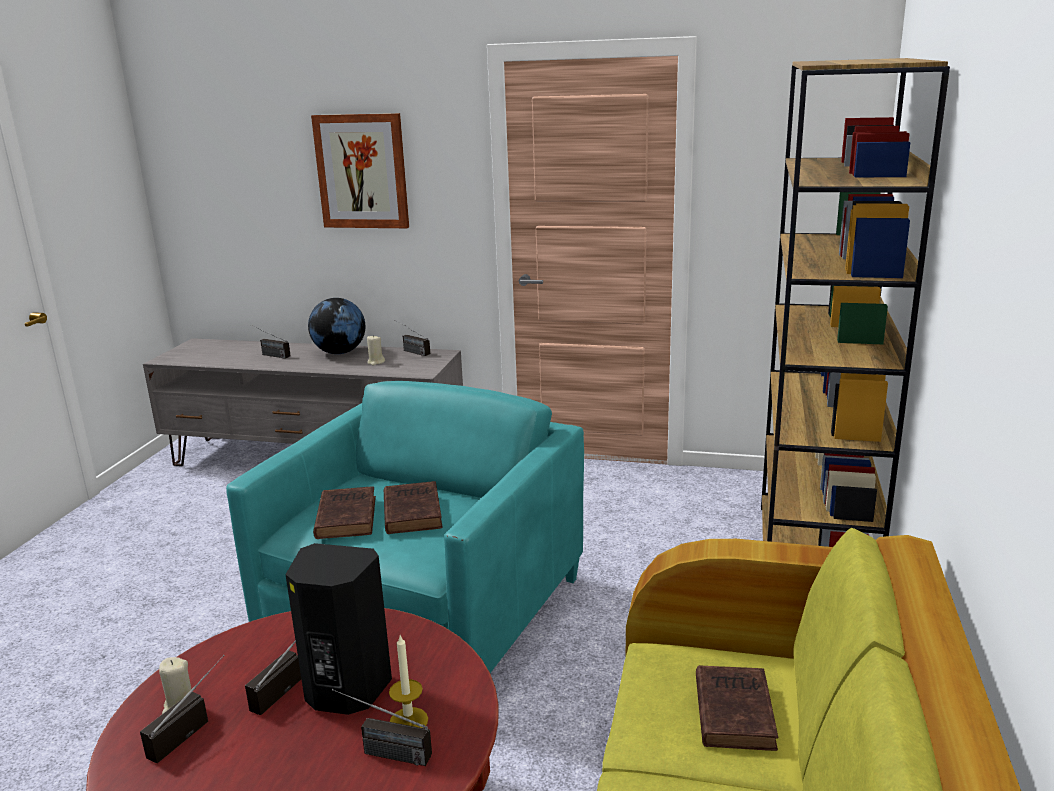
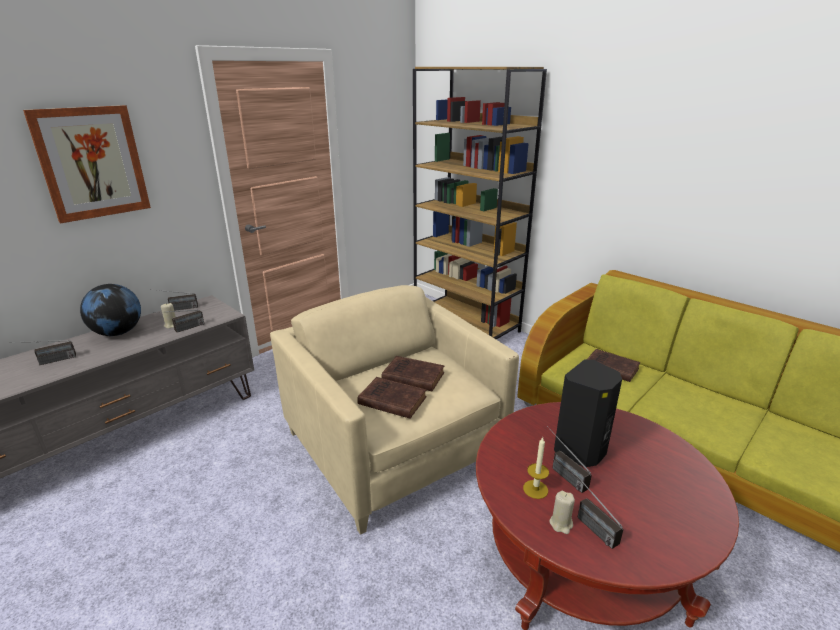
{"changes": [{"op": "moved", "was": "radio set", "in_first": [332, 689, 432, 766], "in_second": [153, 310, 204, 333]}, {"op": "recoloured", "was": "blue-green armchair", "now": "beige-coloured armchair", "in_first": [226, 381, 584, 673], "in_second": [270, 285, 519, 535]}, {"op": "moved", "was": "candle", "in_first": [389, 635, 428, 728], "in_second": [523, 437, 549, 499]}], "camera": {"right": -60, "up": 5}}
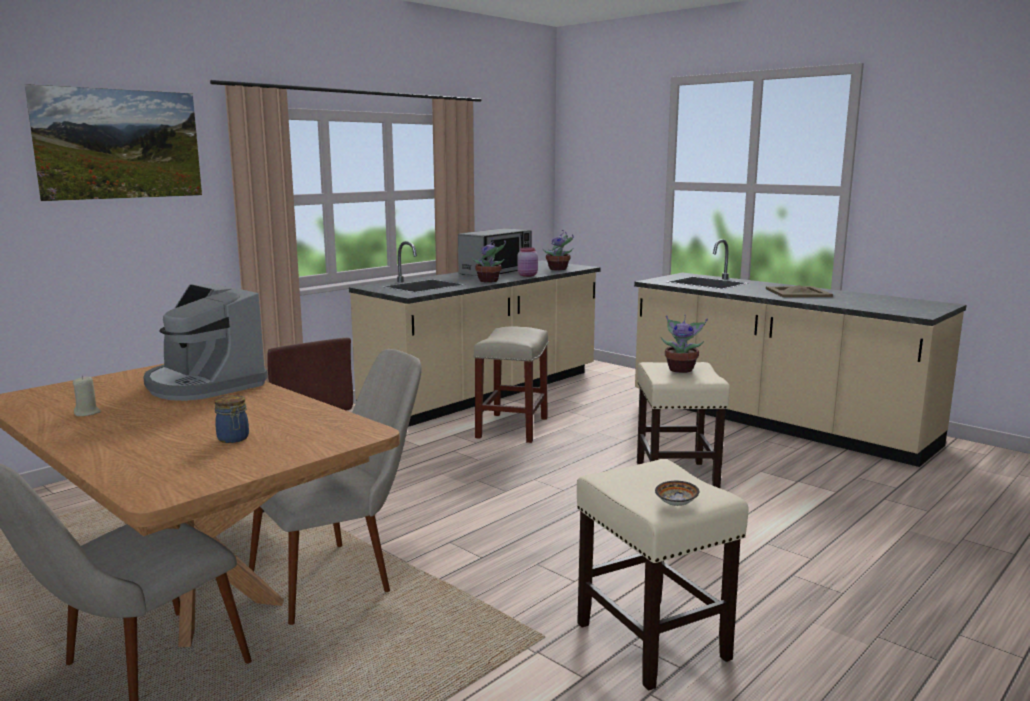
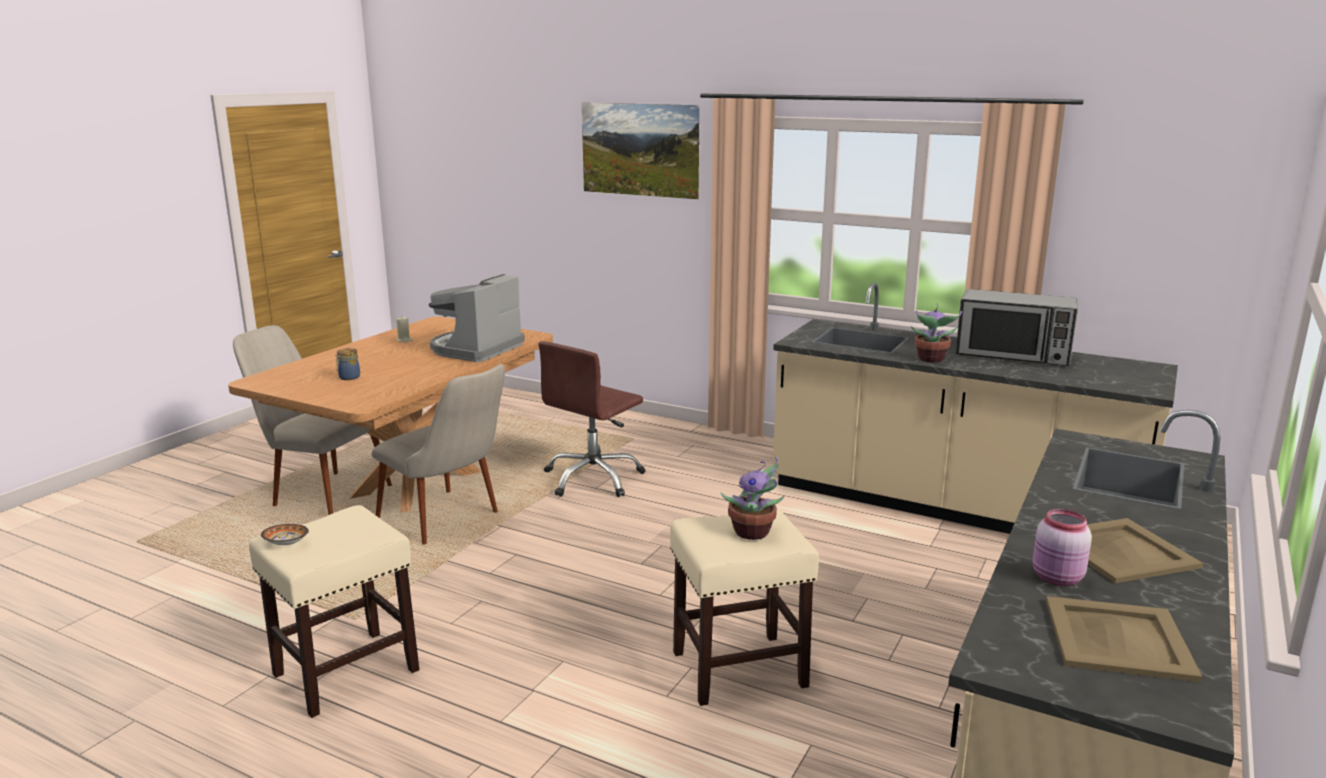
{"changes": [{"op": "moved", "was": "pink storage jar", "in_first": [517, 247, 538, 277], "in_second": [1032, 509, 1092, 586]}, {"op": "added", "now": "beige-coloured serving tray", "in_second": [1046, 596, 1203, 682]}, {"op": "removed", "was": "beige-coloured sitting stool", "in_first": [474, 327, 549, 443]}, {"op": "removed", "was": "houseplant", "in_first": [542, 230, 573, 271]}], "camera": {"right": 75, "up": 5}}
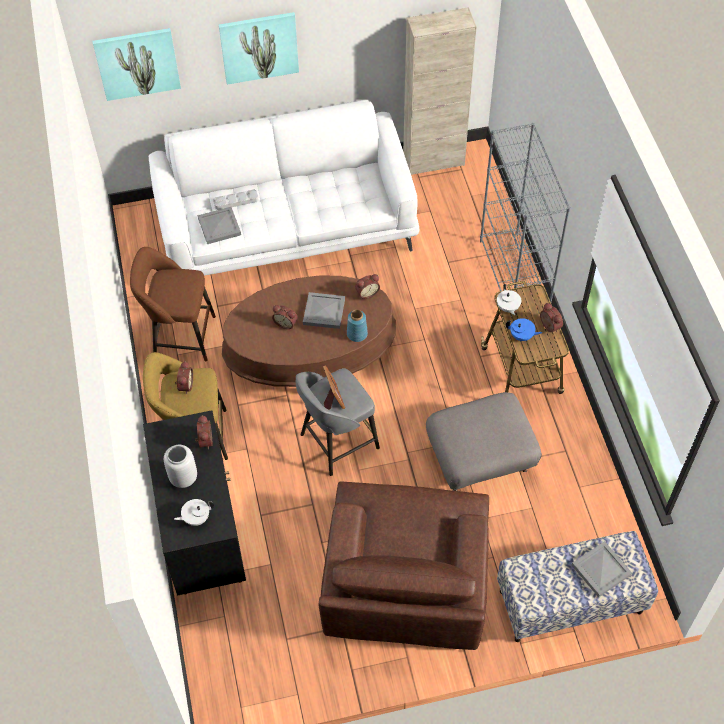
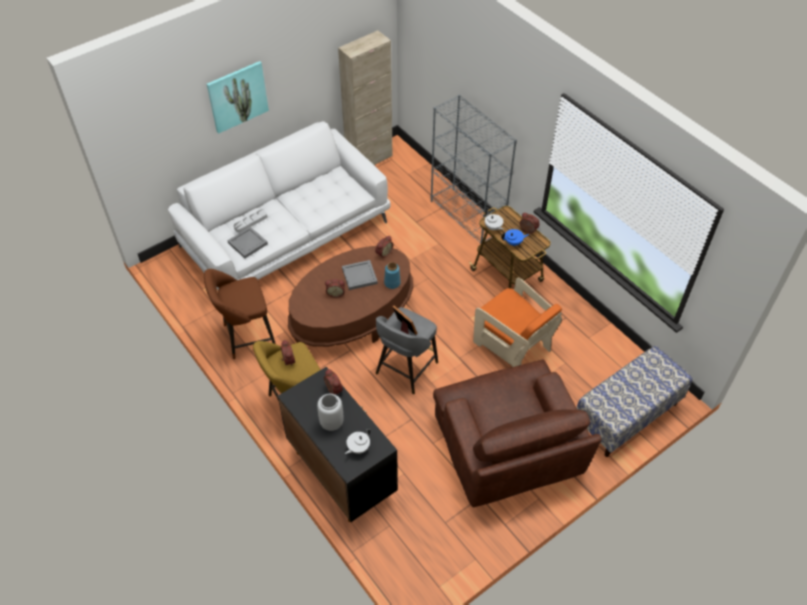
{"changes": [{"op": "replaced", "was": "greyish ottoman", "now": "orange armchair", "in_first": [426, 392, 542, 491], "in_second": [473, 278, 562, 367]}, {"op": "removed", "was": "wall picture", "in_first": [93, 28, 181, 101]}, {"op": "removed", "was": "greyish serving tray", "in_first": [572, 541, 632, 597]}], "camera": {"right": -25, "up": -5}}
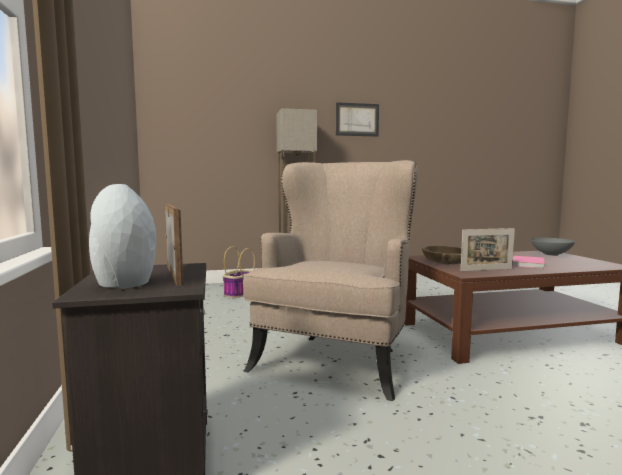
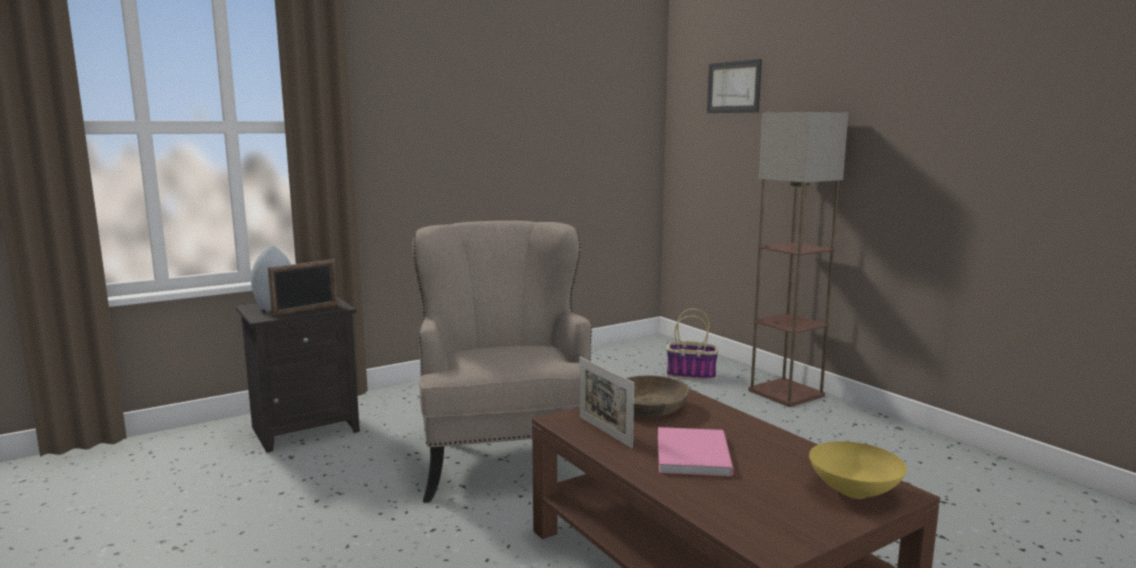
{"changes": [{"op": "turned", "was": "beige-coloured armchair", "in_first": [243, 160, 418, 401], "in_second": [412, 221, 592, 503], "clockwise": -105}, {"op": "moved", "was": "wall picture", "in_first": [336, 102, 379, 137], "in_second": [707, 59, 762, 113]}, {"op": "recoloured", "was": "greyish serving bowl", "now": "yellow serving bowl", "in_first": [531, 238, 575, 256], "in_second": [809, 441, 907, 499]}], "camera": {"right": 70, "up": 5}}
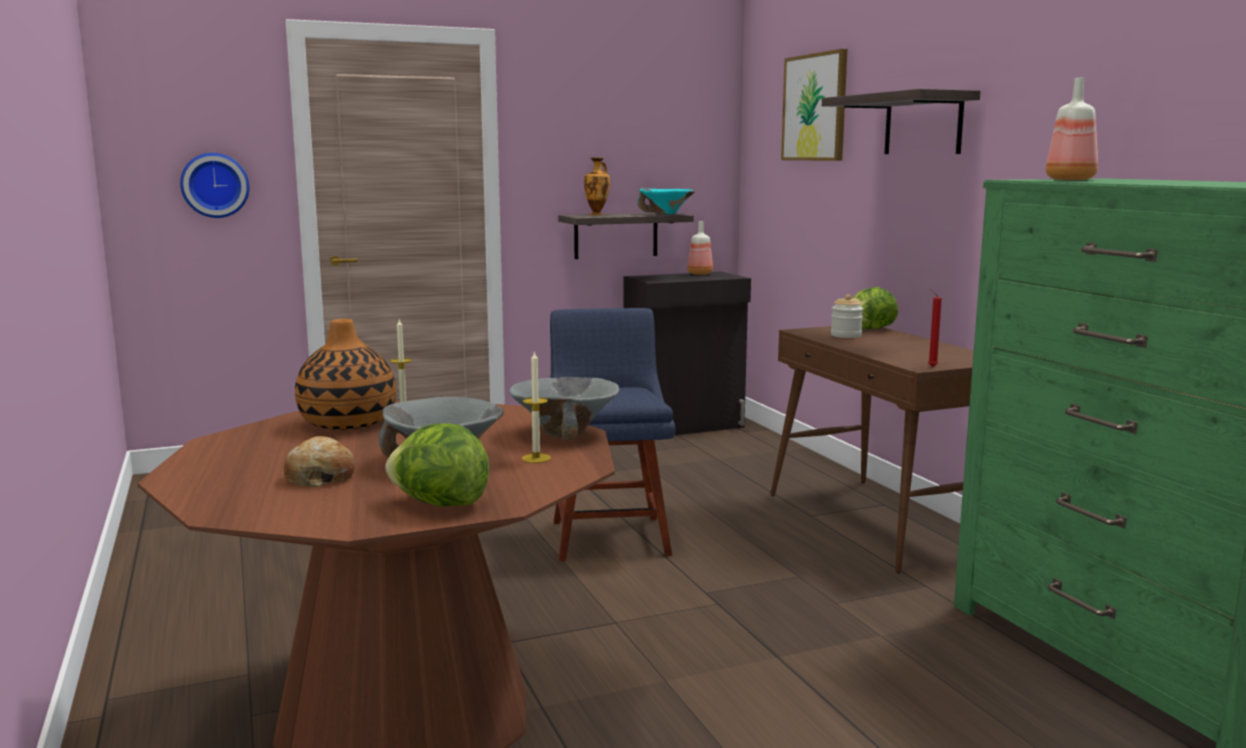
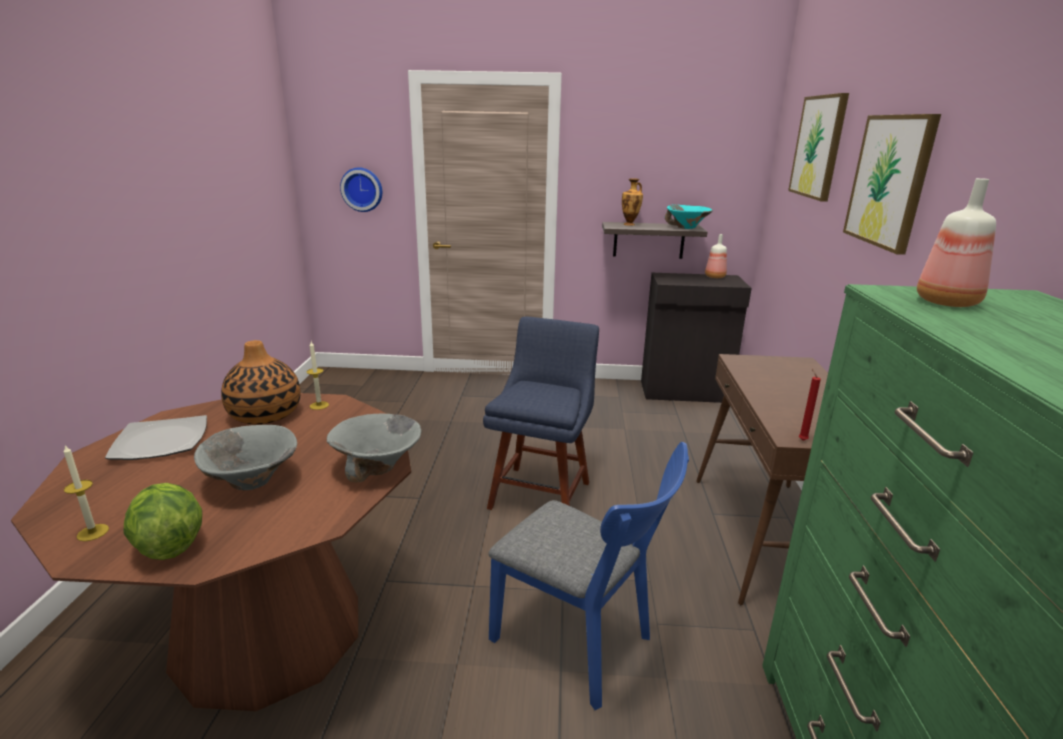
{"changes": [{"op": "moved", "was": "candle", "in_first": [522, 350, 551, 463], "in_second": [63, 445, 109, 541]}, {"op": "added", "now": "flat dish", "in_second": [105, 415, 207, 460]}, {"op": "added", "now": "blue-coloured plain chair", "in_second": [488, 442, 689, 710]}, {"op": "replaced", "was": "bracket shelf", "now": "wall picture", "in_first": [822, 89, 981, 154], "in_second": [843, 114, 941, 255]}, {"op": "removed", "was": "bread", "in_first": [284, 436, 354, 487]}, {"op": "removed", "was": "storage jar", "in_first": [831, 294, 863, 338]}, {"op": "removed", "was": "lettuce head", "in_first": [852, 287, 898, 329]}], "camera": {"right": 25, "up": 10}}
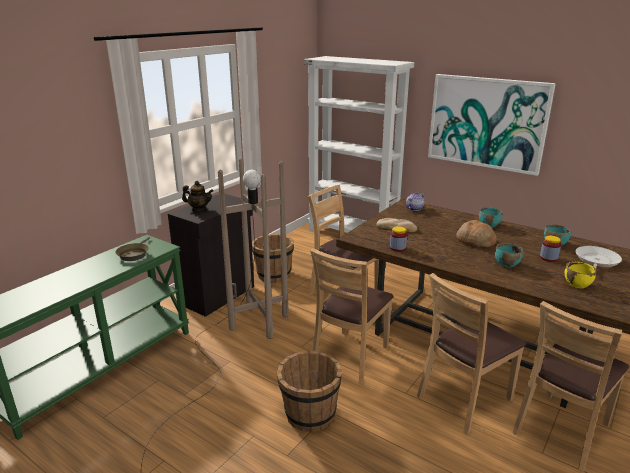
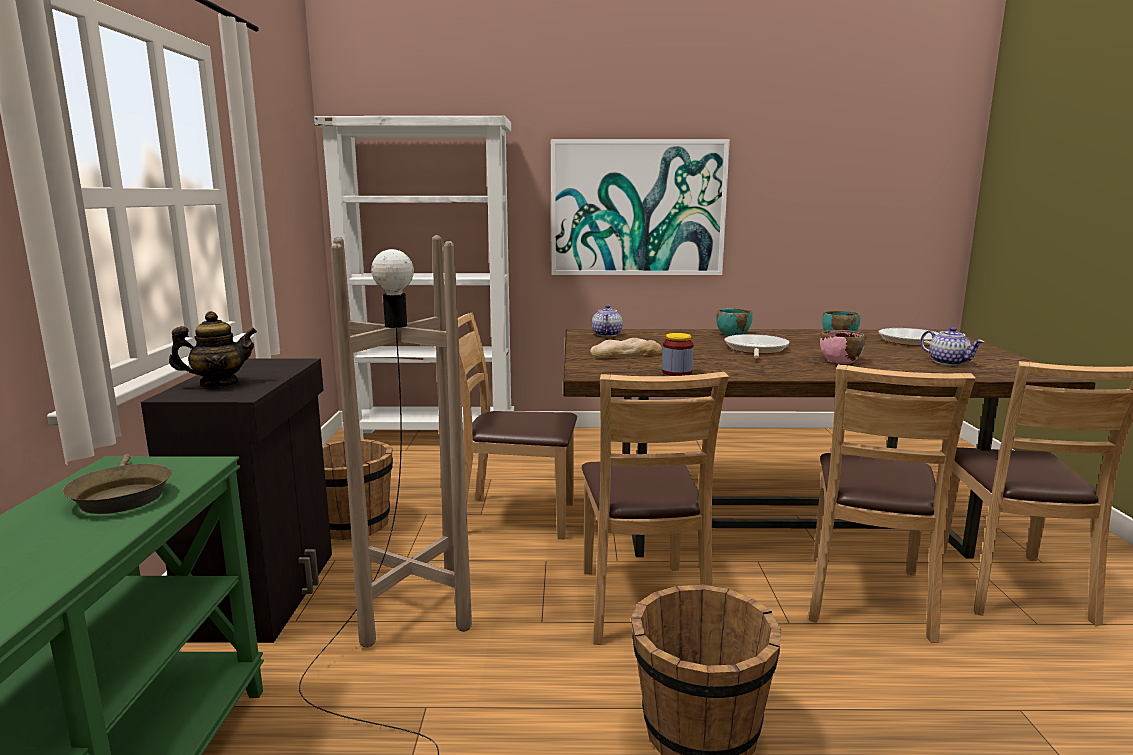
{"changes": [{"op": "replaced", "was": "bread", "now": "pan", "in_first": [456, 220, 497, 248], "in_second": [724, 334, 789, 359]}, {"op": "recoloured", "was": "blue-green serving bowl", "now": "pink serving bowl", "in_first": [495, 243, 523, 267], "in_second": [820, 330, 865, 364]}, {"op": "replaced", "was": "yellow serving bowl", "now": "teapot", "in_first": [565, 261, 597, 288], "in_second": [920, 327, 984, 365]}, {"op": "removed", "was": "storage jar", "in_first": [540, 236, 561, 262]}], "camera": {"right": -35, "up": -10}}
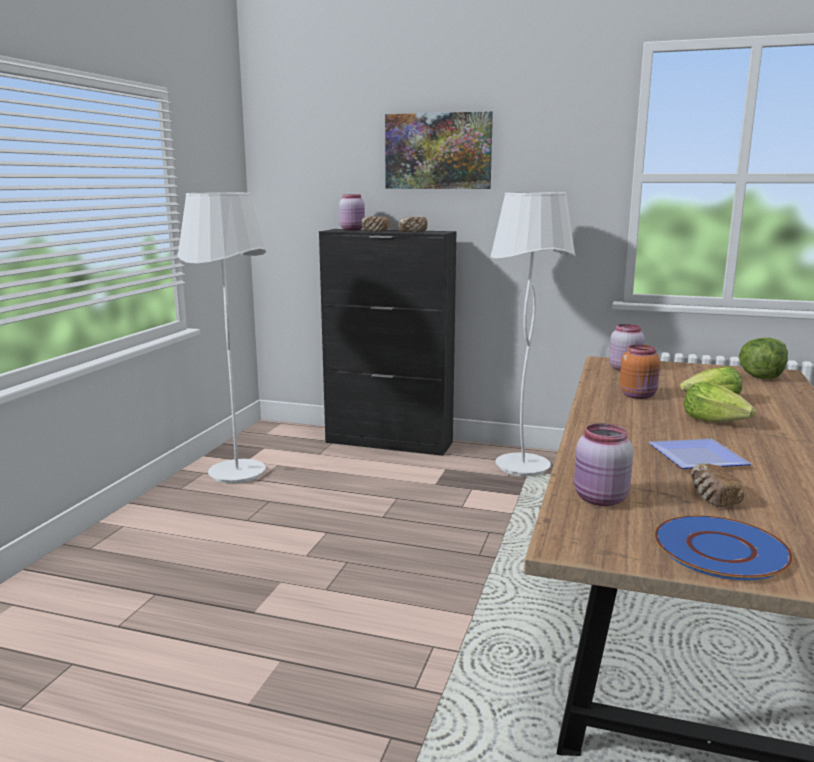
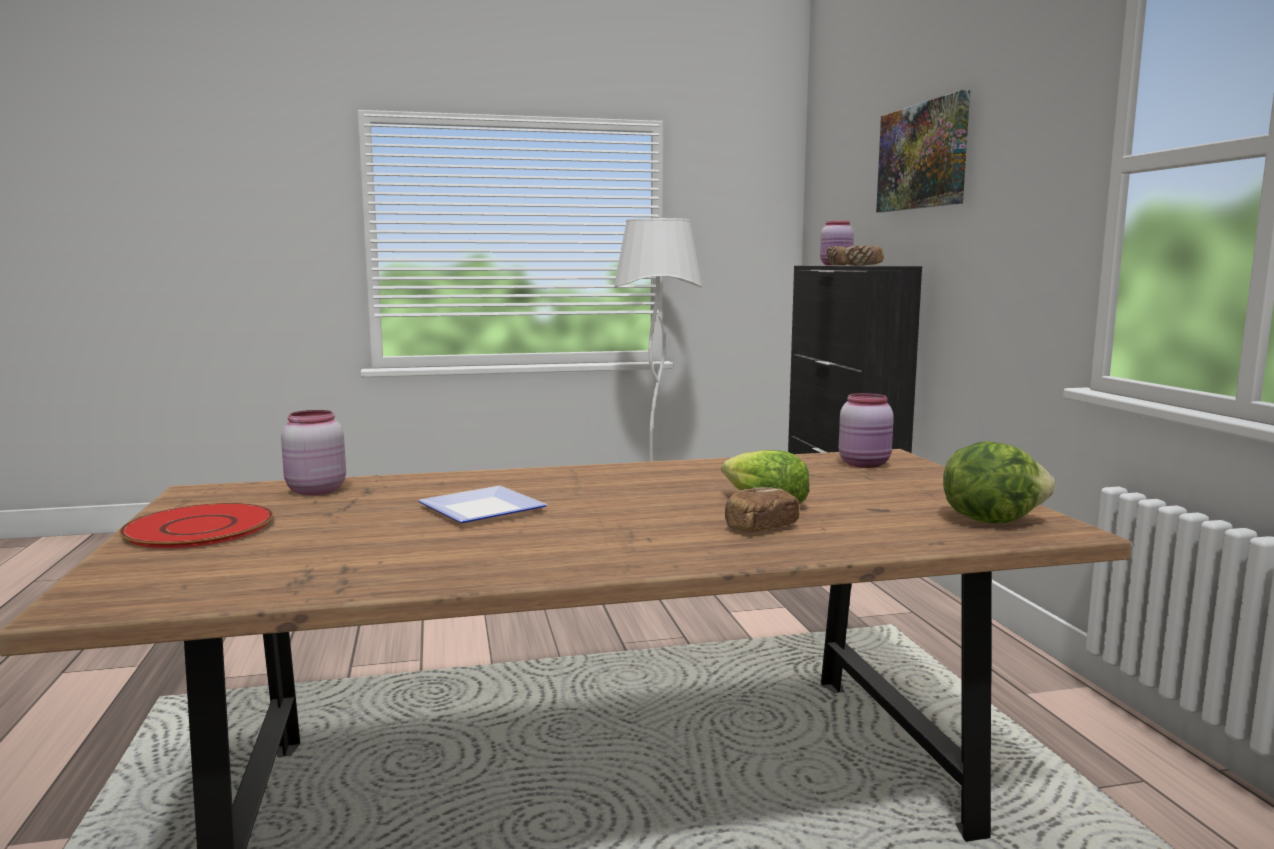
{"changes": [{"op": "recoloured", "was": "blue-coloured flat dish", "now": "red-coloured flat dish", "in_first": [654, 515, 793, 580], "in_second": [119, 503, 273, 548]}, {"op": "moved", "was": "bread", "in_first": [691, 463, 744, 507], "in_second": [725, 487, 799, 532]}, {"op": "removed", "was": "white standard lamp", "in_first": [491, 192, 575, 476]}, {"op": "removed", "was": "orange storage jar", "in_first": [620, 345, 660, 399]}, {"op": "removed", "was": "lettuce head", "in_first": [684, 382, 756, 422]}], "camera": {"right": 60, "up": -5}}
